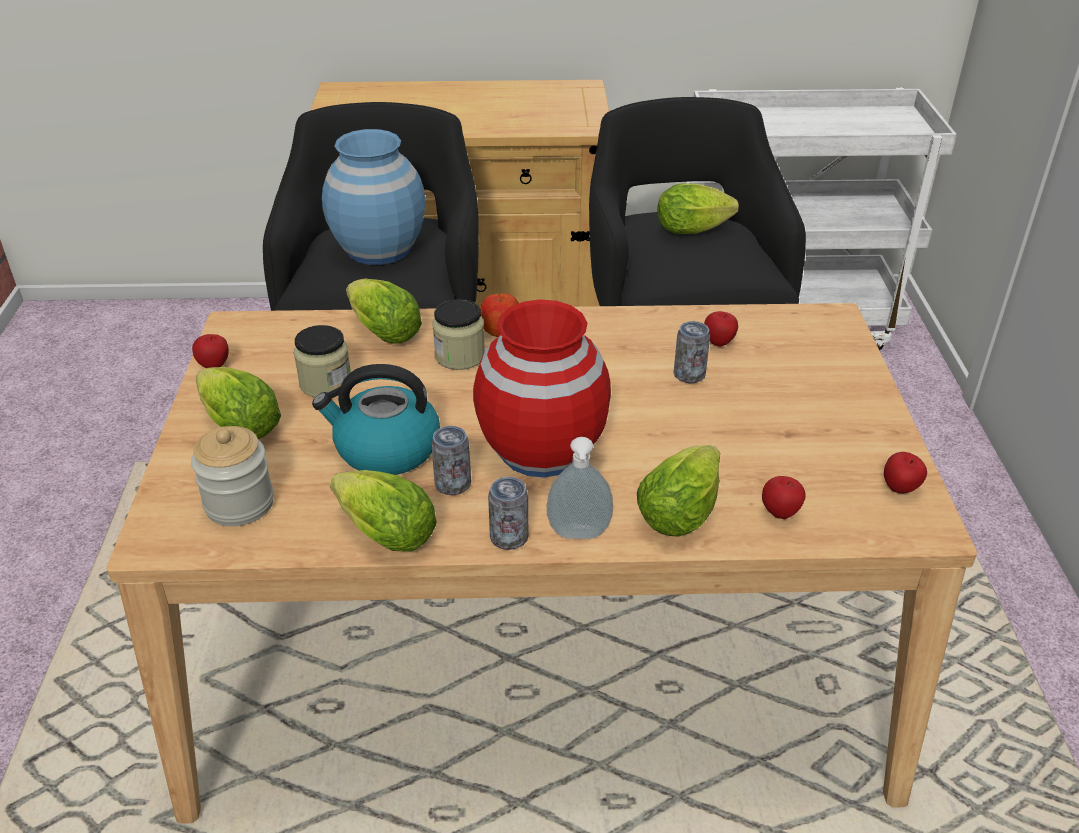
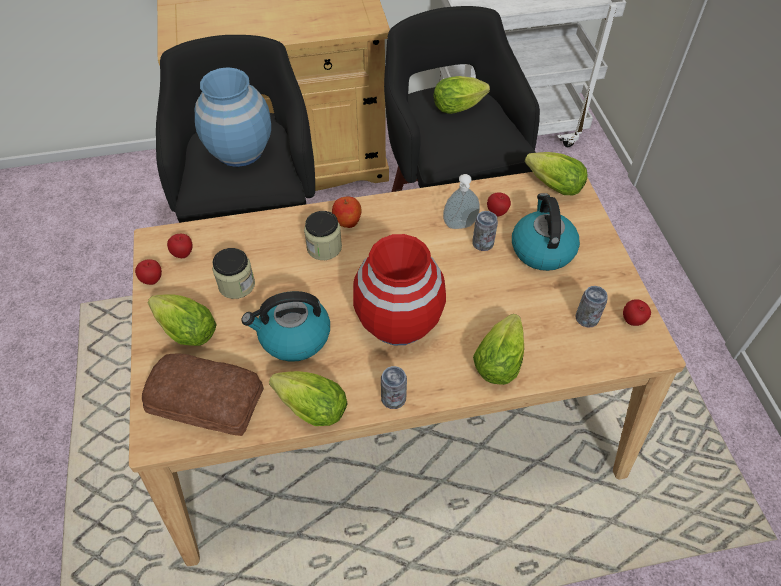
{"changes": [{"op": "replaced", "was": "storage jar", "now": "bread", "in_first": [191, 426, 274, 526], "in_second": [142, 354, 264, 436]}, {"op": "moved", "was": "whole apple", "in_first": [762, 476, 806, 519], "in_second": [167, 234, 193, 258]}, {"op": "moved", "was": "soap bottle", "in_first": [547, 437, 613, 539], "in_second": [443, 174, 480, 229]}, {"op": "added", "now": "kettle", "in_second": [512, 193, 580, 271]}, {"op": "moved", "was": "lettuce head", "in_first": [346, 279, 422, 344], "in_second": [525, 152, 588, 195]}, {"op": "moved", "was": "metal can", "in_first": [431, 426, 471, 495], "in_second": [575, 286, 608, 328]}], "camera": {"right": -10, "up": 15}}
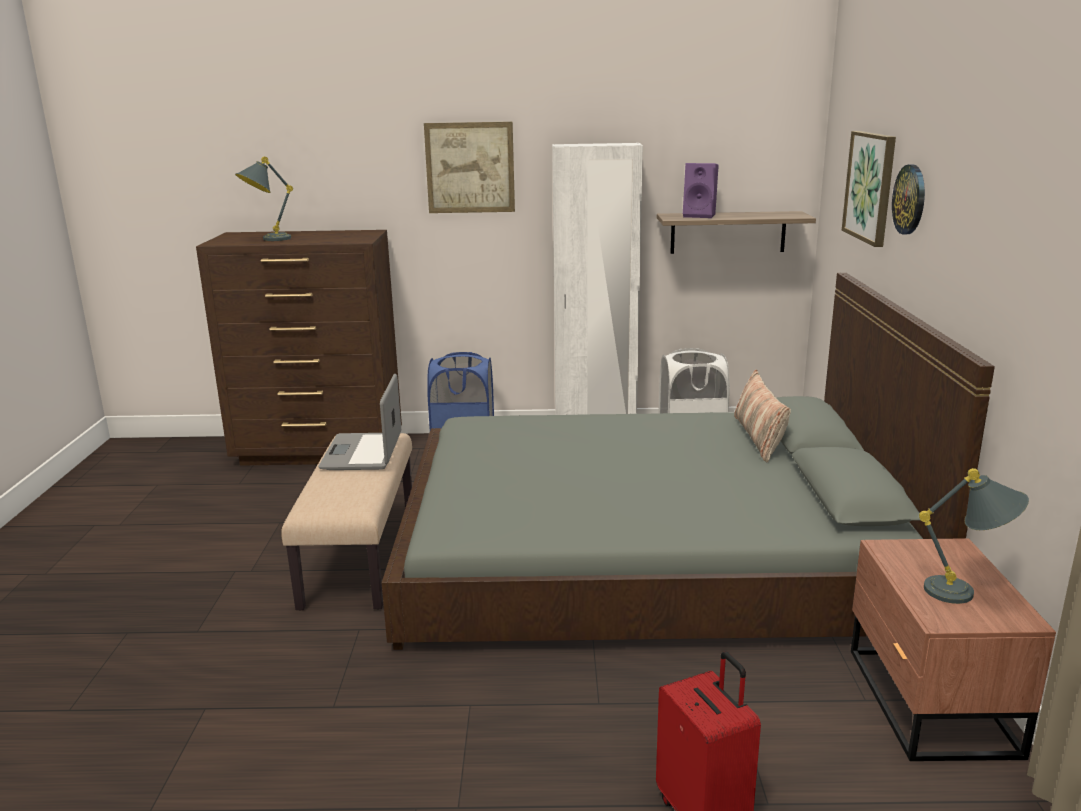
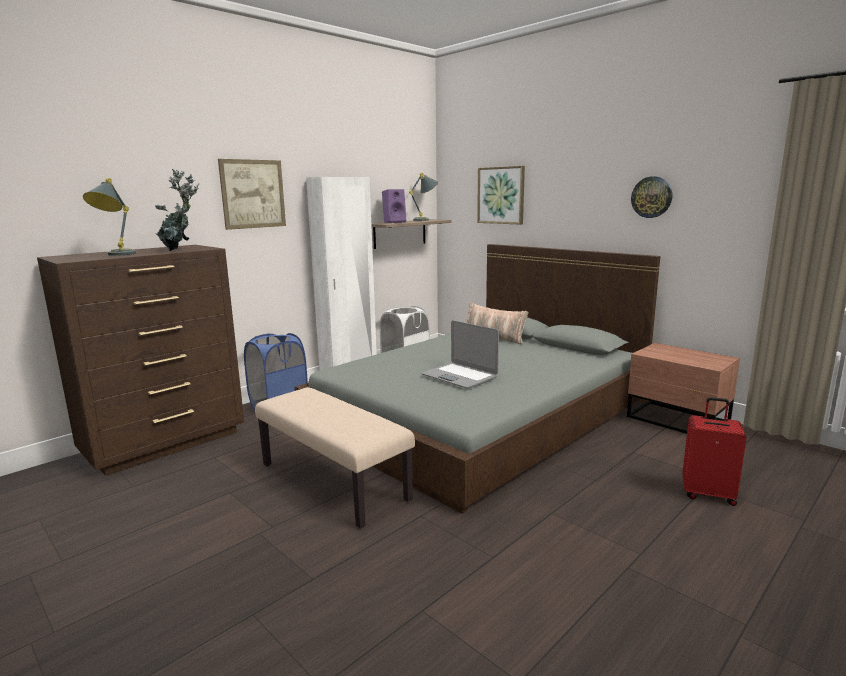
{"changes": [{"op": "added", "now": "houseplant", "in_second": [155, 169, 199, 251]}, {"op": "moved", "was": "greyish table lamp", "in_first": [919, 468, 1029, 604], "in_second": [409, 173, 438, 221]}, {"op": "moved", "was": "portable computer", "in_first": [318, 374, 401, 470], "in_second": [422, 320, 499, 388]}, {"op": "moved", "was": "clock on the wall", "in_first": [892, 164, 925, 234], "in_second": [631, 176, 672, 218]}], "camera": {"right": -45, "up": -5}}
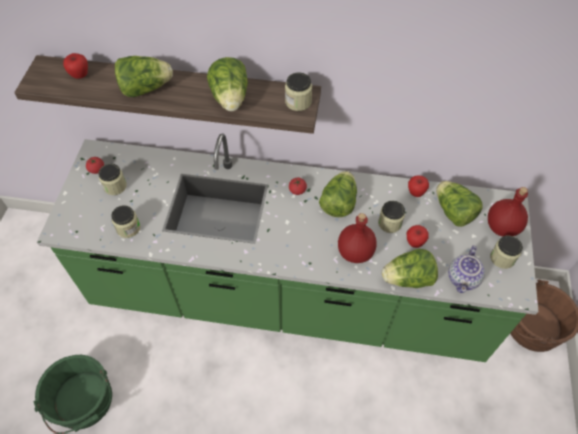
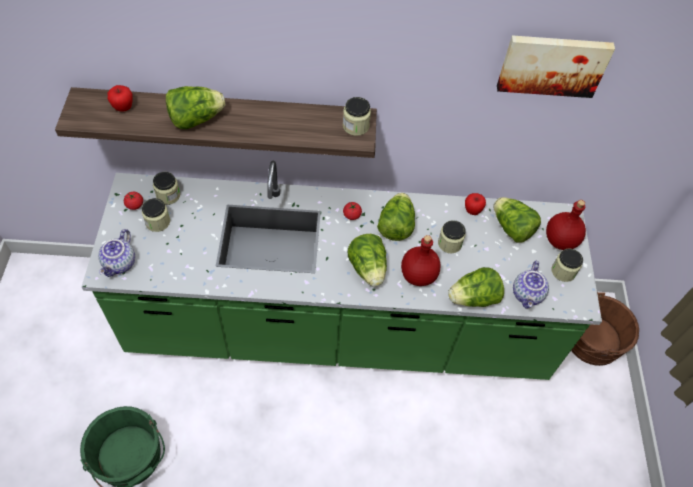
{"changes": [{"op": "added", "now": "teapot", "in_second": [98, 229, 135, 277]}, {"op": "moved", "was": "storage jar", "in_first": [111, 205, 140, 238], "in_second": [153, 172, 180, 205]}, {"op": "moved", "was": "lettuce head", "in_first": [207, 57, 248, 111], "in_second": [348, 234, 387, 287]}, {"op": "added", "now": "wall picture", "in_second": [497, 35, 615, 98]}, {"op": "removed", "was": "whole apple", "in_first": [407, 225, 429, 248]}], "camera": {"right": -10, "up": 0}}
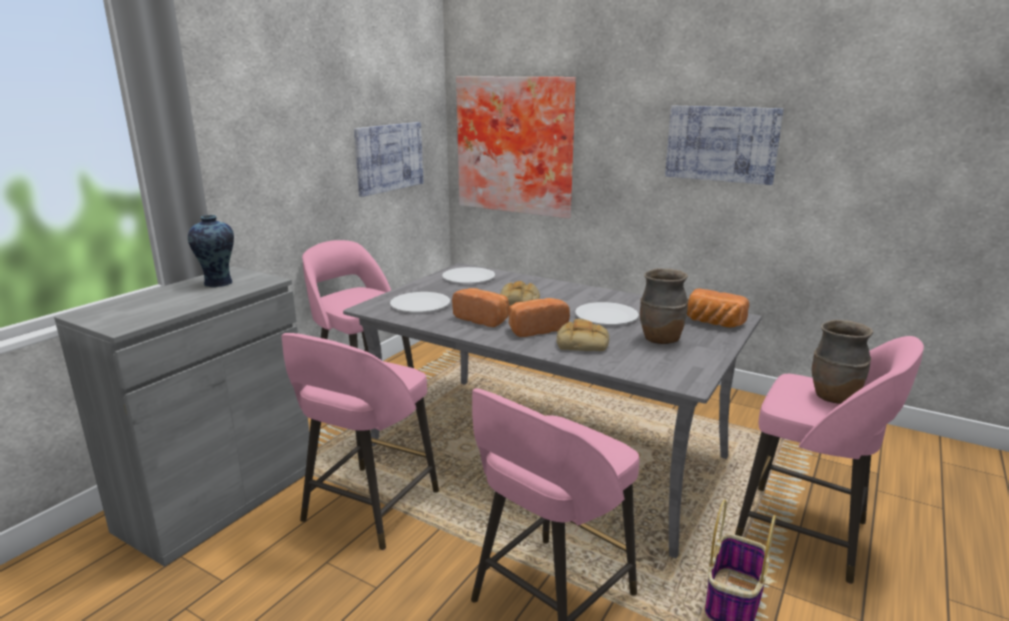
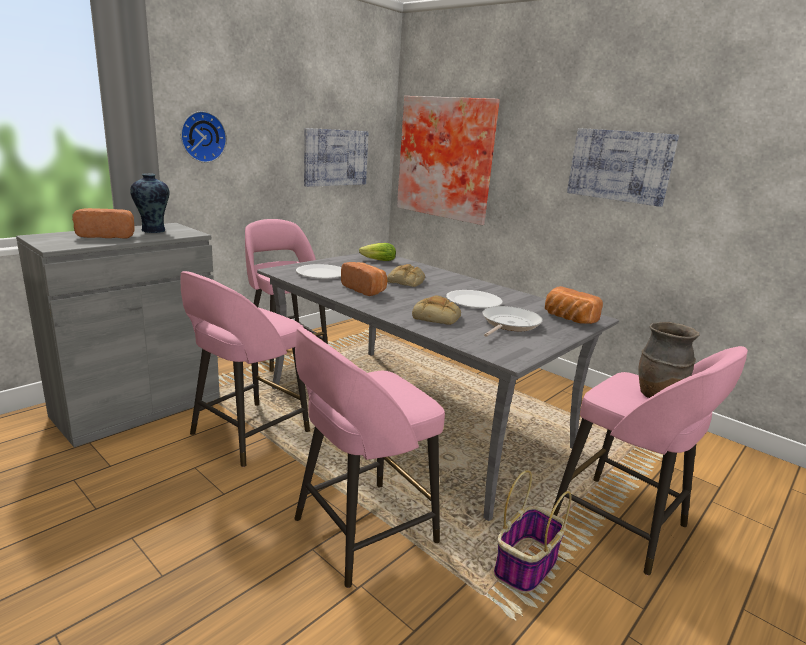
{"changes": [{"op": "moved", "was": "bread", "in_first": [508, 298, 570, 337], "in_second": [72, 208, 135, 238]}, {"op": "added", "now": "clock on the wall", "in_second": [181, 111, 227, 163]}, {"op": "replaced", "was": "white flat dish", "now": "lettuce head", "in_first": [442, 267, 495, 283], "in_second": [359, 243, 396, 261]}, {"op": "replaced", "was": "brownish vase", "now": "pan", "in_first": [640, 268, 688, 344], "in_second": [482, 306, 543, 337]}], "camera": {"right": 10, "up": 0}}
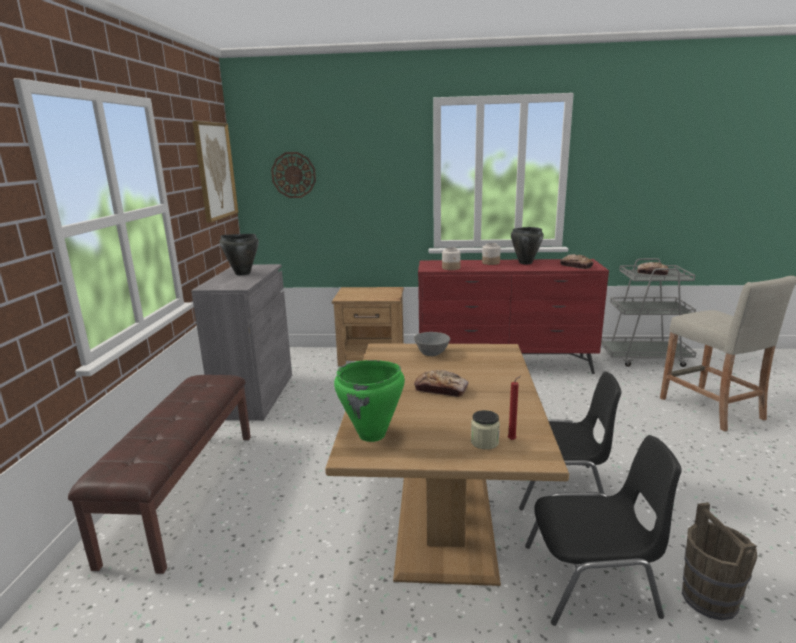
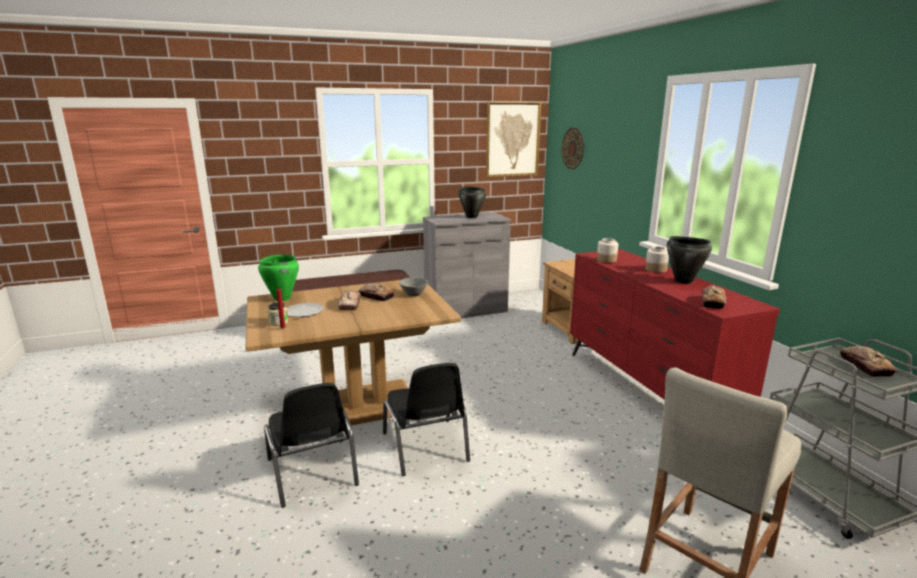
{"changes": [{"op": "added", "now": "flat dish", "in_second": [287, 303, 324, 317]}, {"op": "added", "now": "bread", "in_second": [358, 283, 394, 301]}, {"op": "removed", "was": "brownish bucket", "in_first": [682, 502, 757, 621]}], "camera": {"right": 65, "up": 0}}
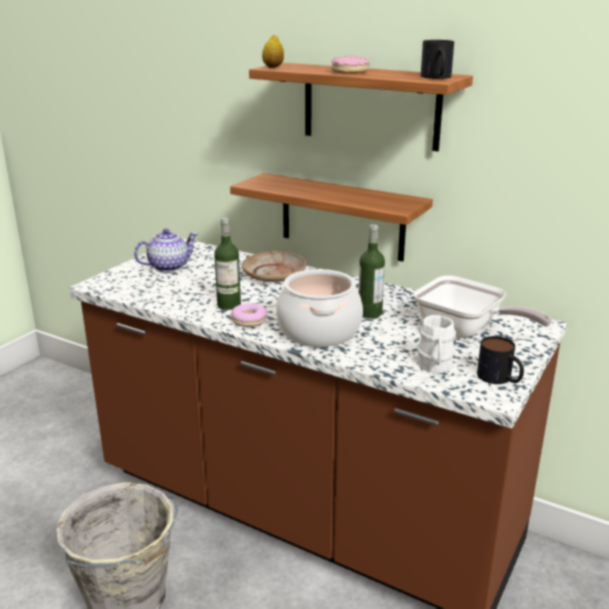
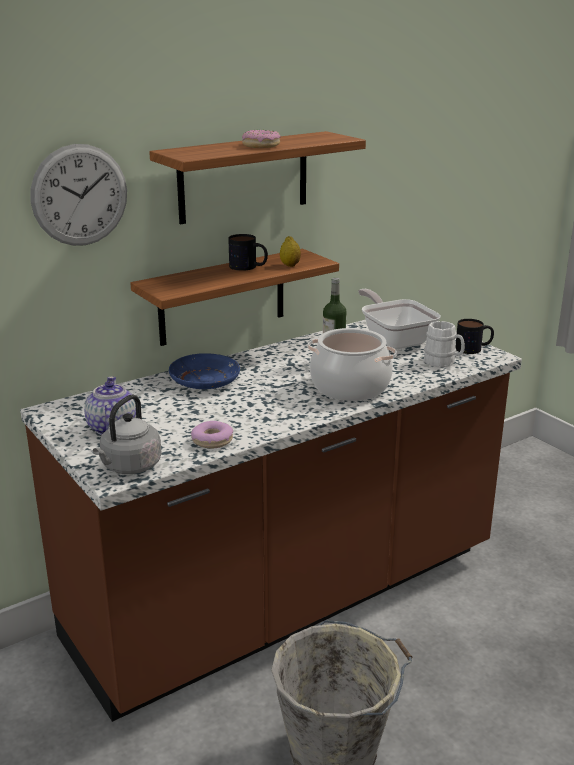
{"changes": [{"op": "added", "now": "clock on the wall", "in_second": [31, 144, 127, 246]}, {"op": "added", "now": "greyish kettle", "in_second": [93, 394, 162, 474]}, {"op": "recoloured", "was": "beige-coloured flat dish", "now": "blue-coloured flat dish", "in_first": [242, 251, 306, 282], "in_second": [169, 353, 240, 389]}, {"op": "moved", "was": "donut", "in_first": [231, 303, 267, 327], "in_second": [191, 421, 233, 448]}, {"op": "moved", "was": "coffee mug", "in_first": [421, 40, 454, 79], "in_second": [228, 234, 268, 271]}, {"op": "moved", "was": "lemon", "in_first": [262, 35, 284, 68], "in_second": [280, 236, 301, 267]}, {"op": "turned", "was": "pan", "in_first": [414, 275, 552, 338], "in_second": [358, 289, 441, 350], "clockwise": -90}, {"op": "removed", "was": "beverage bottle", "in_first": [214, 218, 241, 310]}], "camera": {"right": -65, "up": 0}}
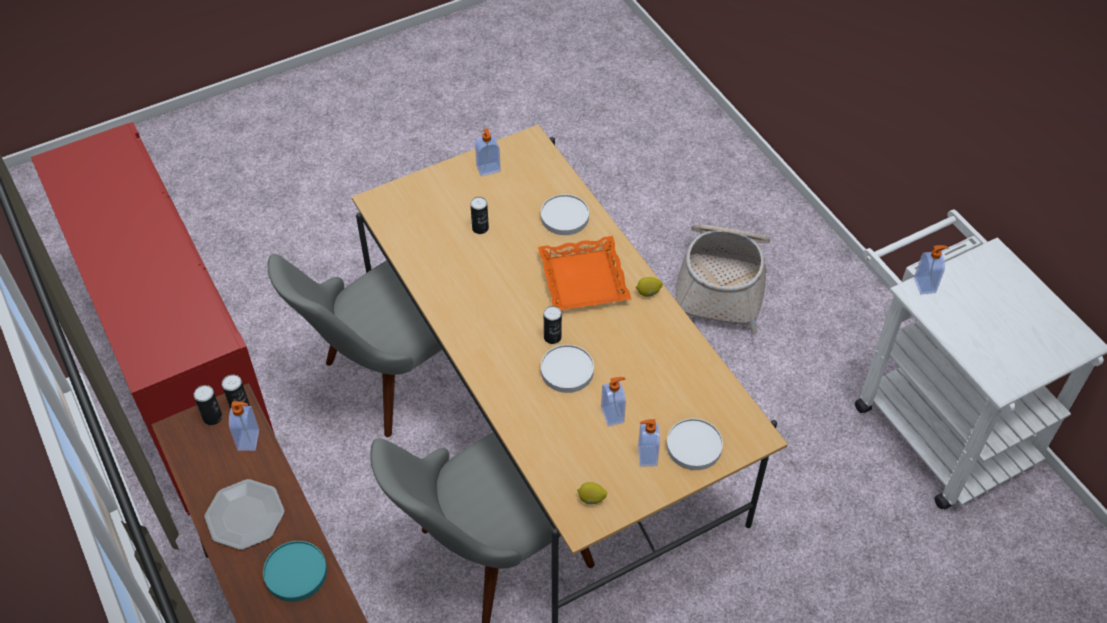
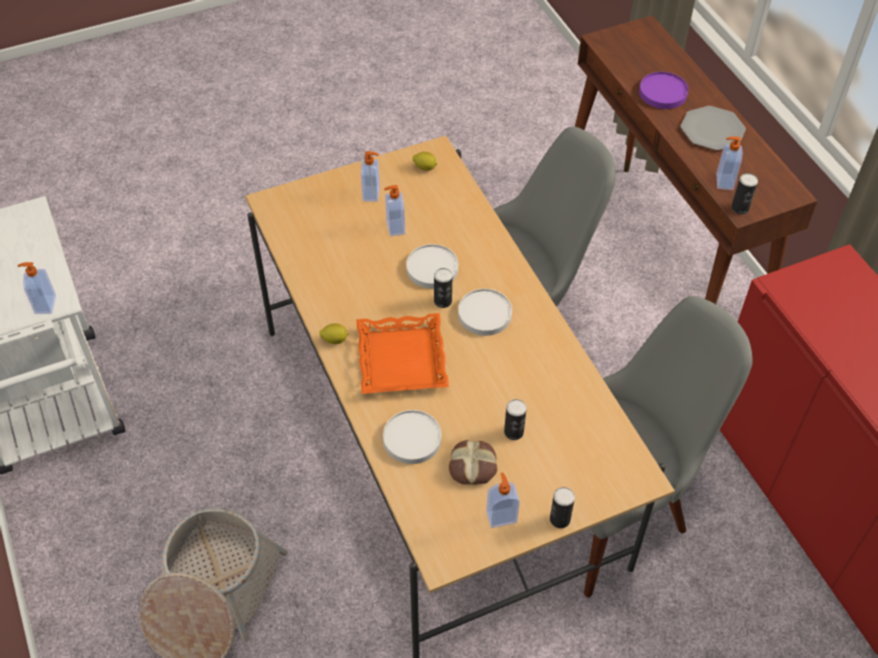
{"changes": [{"op": "added", "now": "bread", "in_second": [449, 440, 497, 485]}, {"op": "moved", "was": "white flat dish", "in_first": [666, 418, 723, 470], "in_second": [458, 289, 512, 336]}, {"op": "moved", "was": "metal can", "in_first": [194, 385, 222, 425], "in_second": [550, 487, 575, 528]}, {"op": "recoloured", "was": "blue-green flat dish", "now": "purple-coloured flat dish", "in_first": [263, 541, 327, 602], "in_second": [639, 72, 688, 109]}], "camera": {"right": -175, "up": 0}}
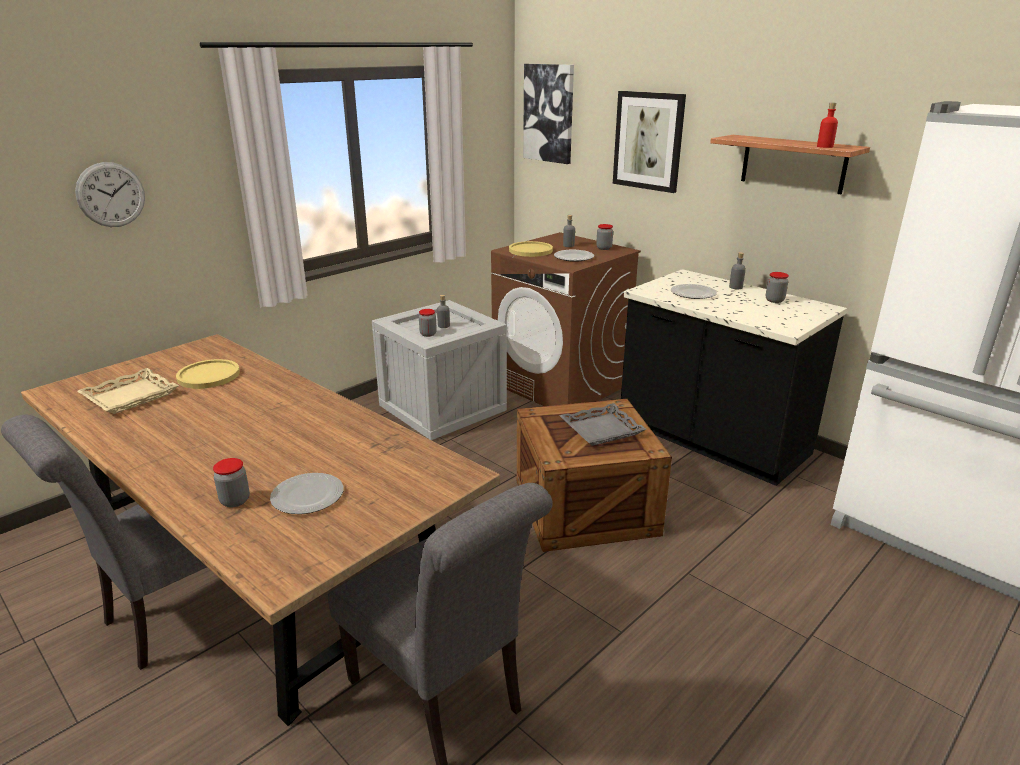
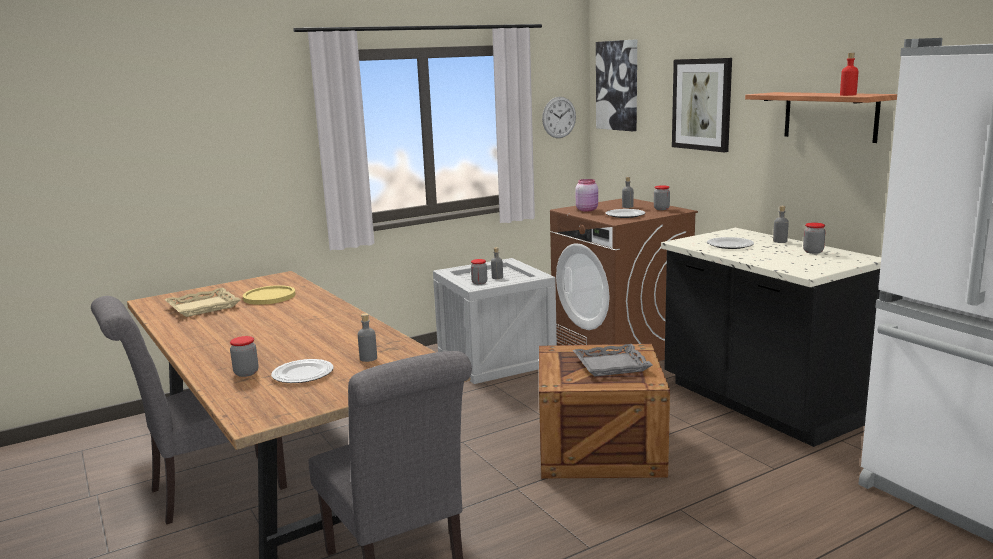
{"changes": [{"op": "added", "now": "greyish beverage bottle", "in_second": [358, 313, 377, 362]}, {"op": "moved", "was": "clock on the wall", "in_first": [75, 162, 145, 227], "in_second": [542, 97, 576, 138]}, {"op": "replaced", "was": "yellow flat dish", "now": "pink storage jar", "in_first": [509, 241, 553, 257], "in_second": [576, 179, 598, 212]}], "camera": {"right": 15, "up": -10}}
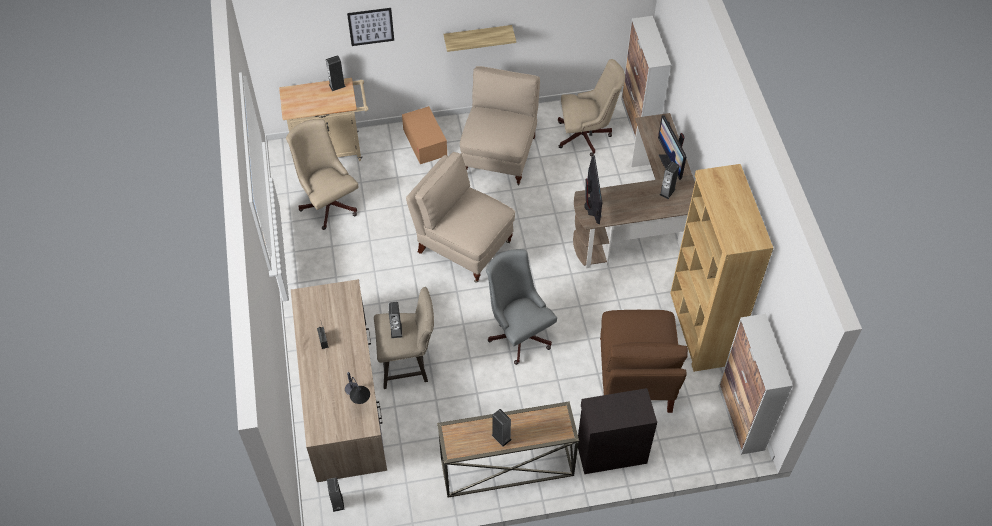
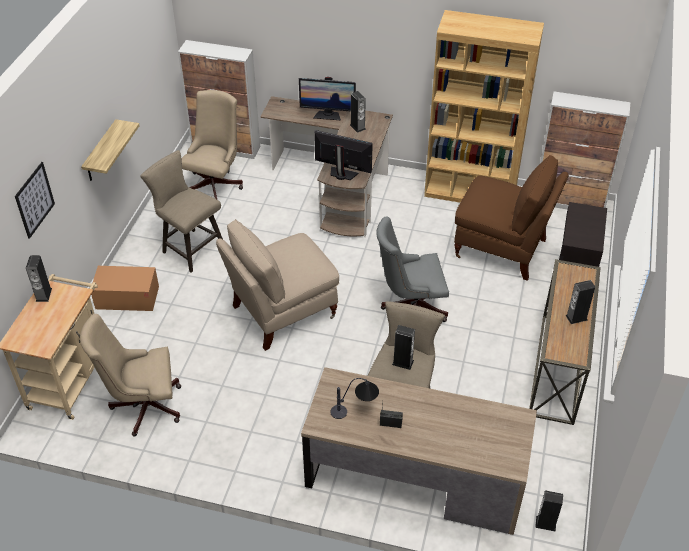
{"changes": [{"op": "replaced", "was": "beige-coloured plain chair", "now": "beige-coloured sitting stool", "in_first": [460, 66, 540, 186], "in_second": [140, 150, 223, 273]}, {"op": "moved", "was": "table lamp", "in_first": [345, 372, 370, 404], "in_second": [330, 378, 379, 419]}], "camera": {"right": -65, "up": -10}}
